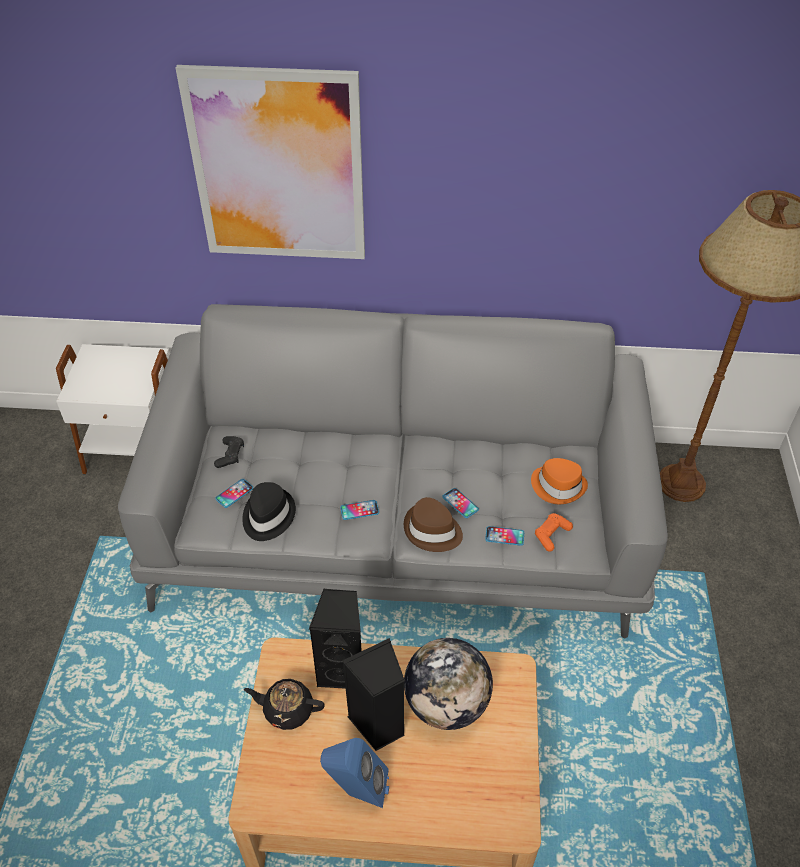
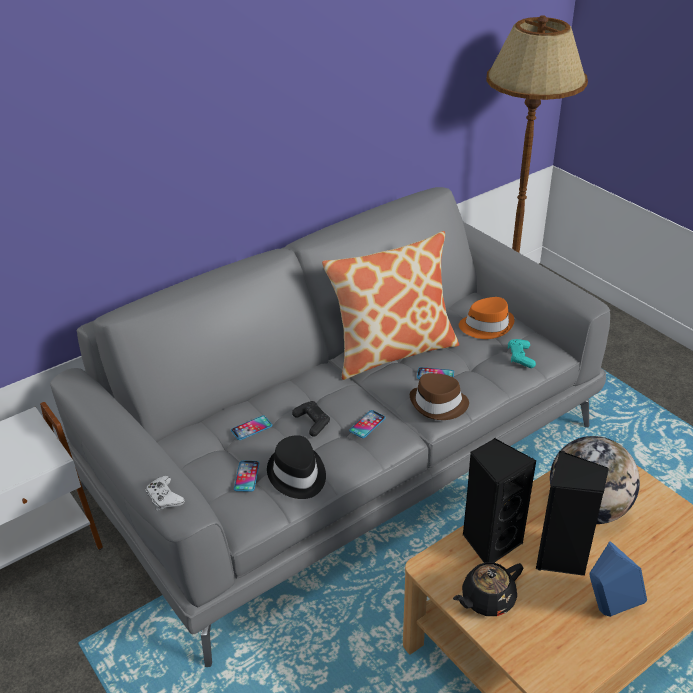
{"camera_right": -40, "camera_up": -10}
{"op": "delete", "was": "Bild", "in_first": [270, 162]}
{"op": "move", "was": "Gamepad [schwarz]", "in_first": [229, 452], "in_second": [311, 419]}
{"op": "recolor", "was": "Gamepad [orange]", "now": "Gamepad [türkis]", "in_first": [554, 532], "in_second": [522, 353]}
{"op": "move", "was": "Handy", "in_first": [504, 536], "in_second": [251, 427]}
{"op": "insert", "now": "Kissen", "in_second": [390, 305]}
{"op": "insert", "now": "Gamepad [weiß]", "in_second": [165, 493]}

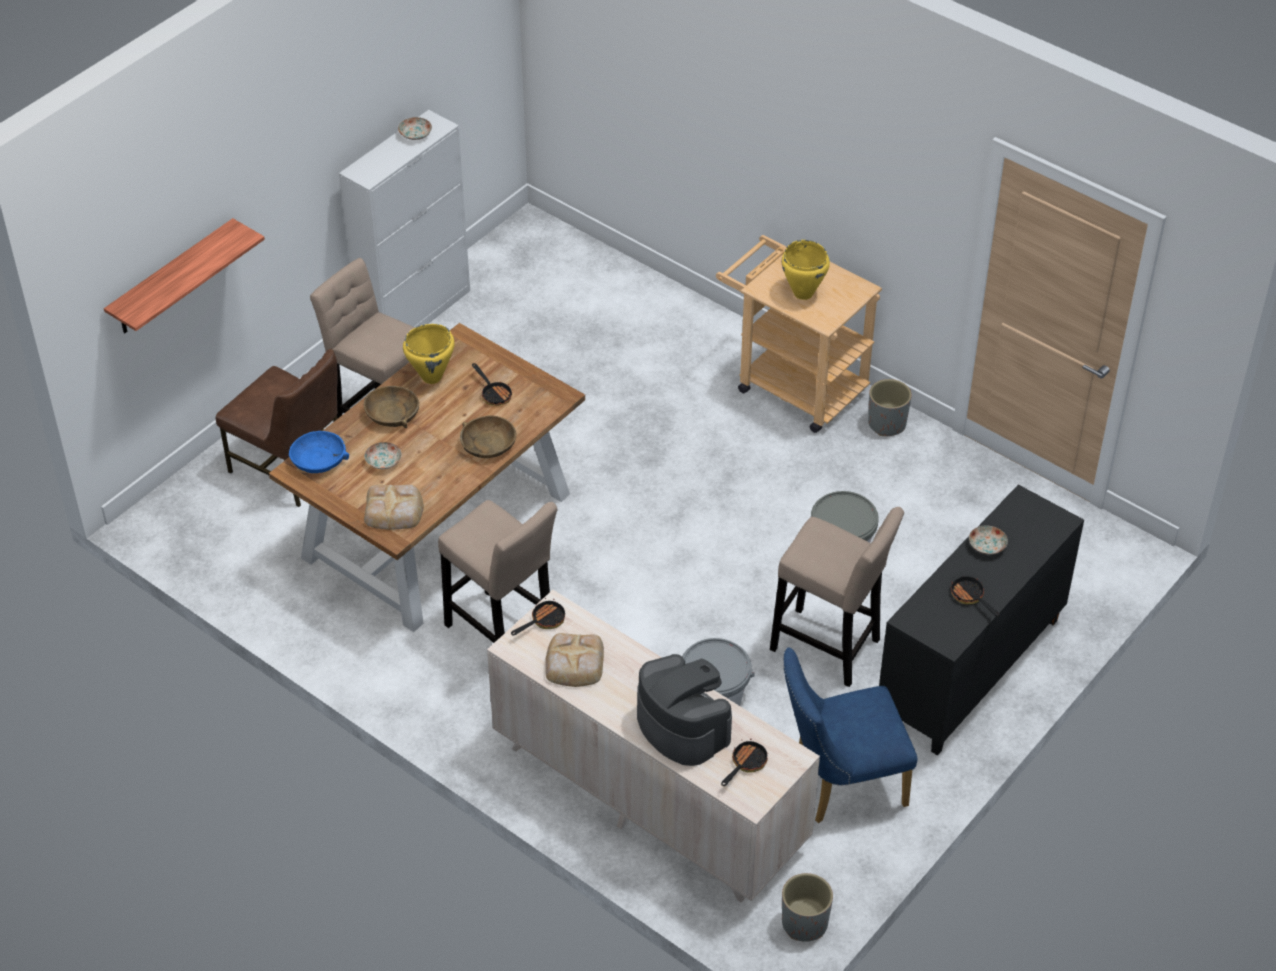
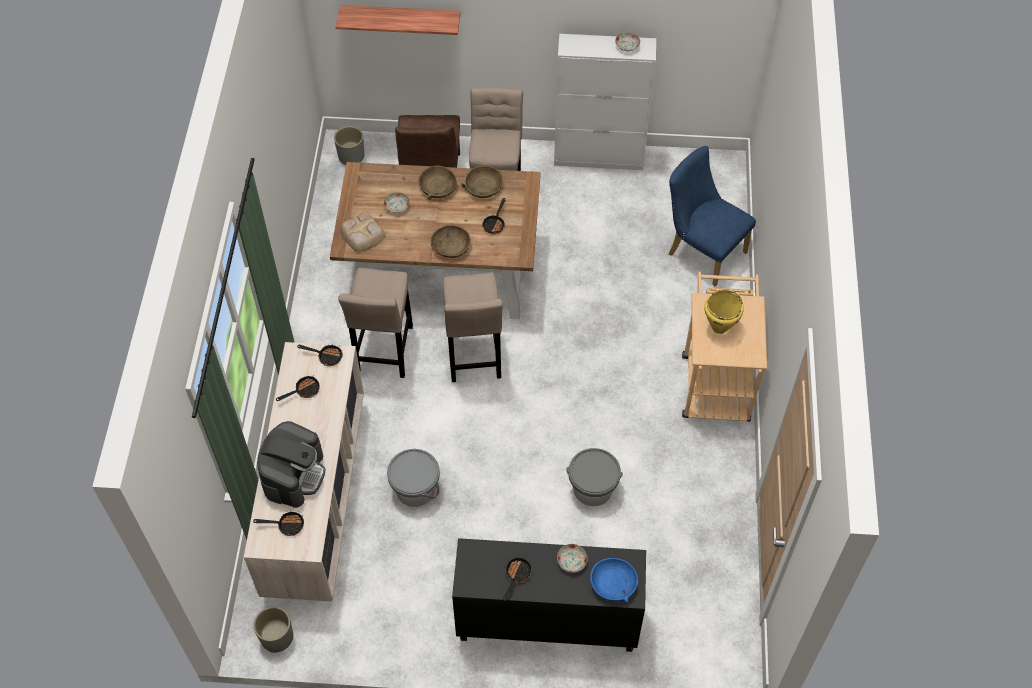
{"camera_right": 55, "camera_up": 10}
{"op": "replace", "was": "Kochtopf [gelb]", "now": "Schüssel [braun]", "in_first": [429, 354], "in_second": [482, 182]}
{"op": "move", "was": "Pflanzkübel [grau]", "in_first": [890, 407], "in_second": [349, 145]}
{"op": "move", "was": "Schüssel [blau]", "in_first": [319, 452], "in_second": [614, 581]}
{"op": "move", "was": "Hocker [beige]", "in_first": [837, 597], "in_second": [473, 327]}
{"op": "replace", "was": "Brot", "now": "Pfanne", "in_first": [574, 660], "in_second": [298, 387]}
{"op": "move", "was": "Stuhl [blau]", "in_first": [850, 735], "in_second": [712, 216]}

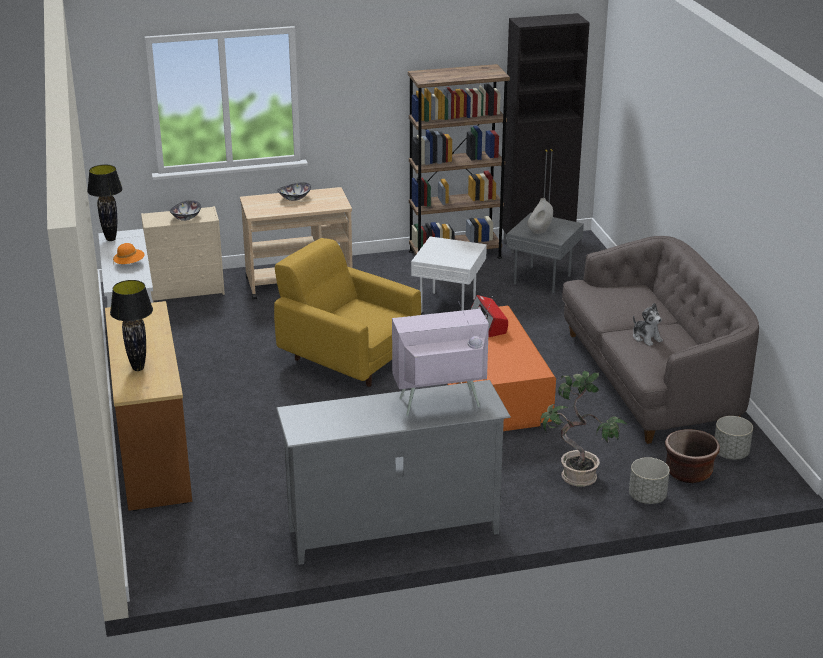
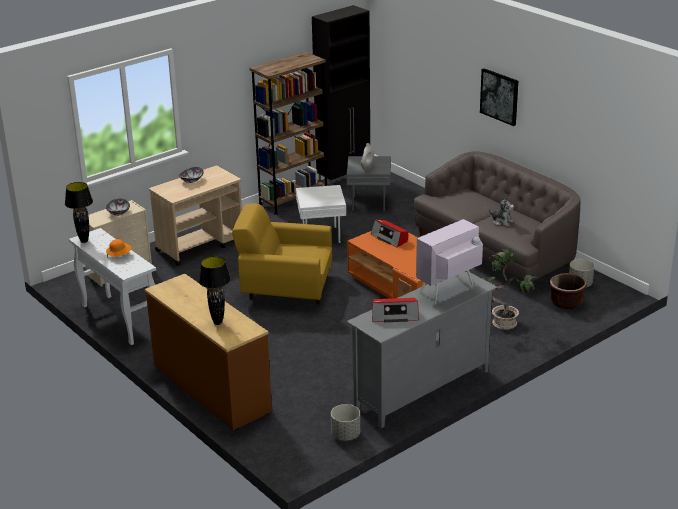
{"camera_right": -25, "camera_up": 0}
{"op": "move", "was": "Pflanzkübel [grau]", "in_first": [649, 480], "in_second": [345, 422]}
{"op": "insert", "now": "Bild", "in_second": [499, 97]}
{"op": "insert", "now": "Radio", "in_second": [395, 310]}

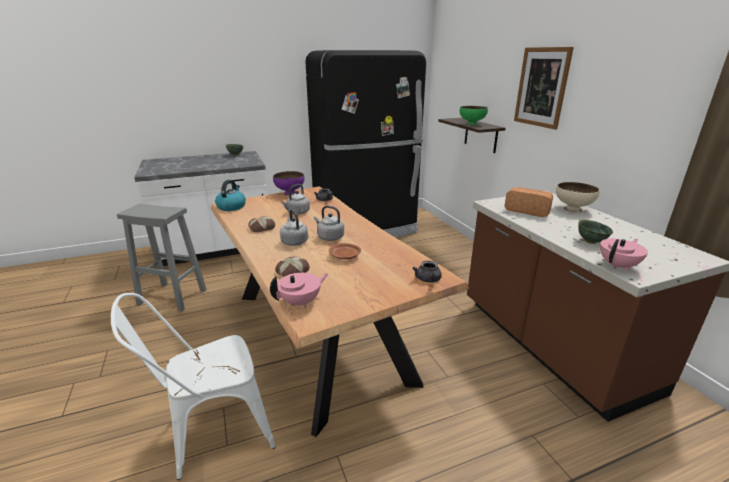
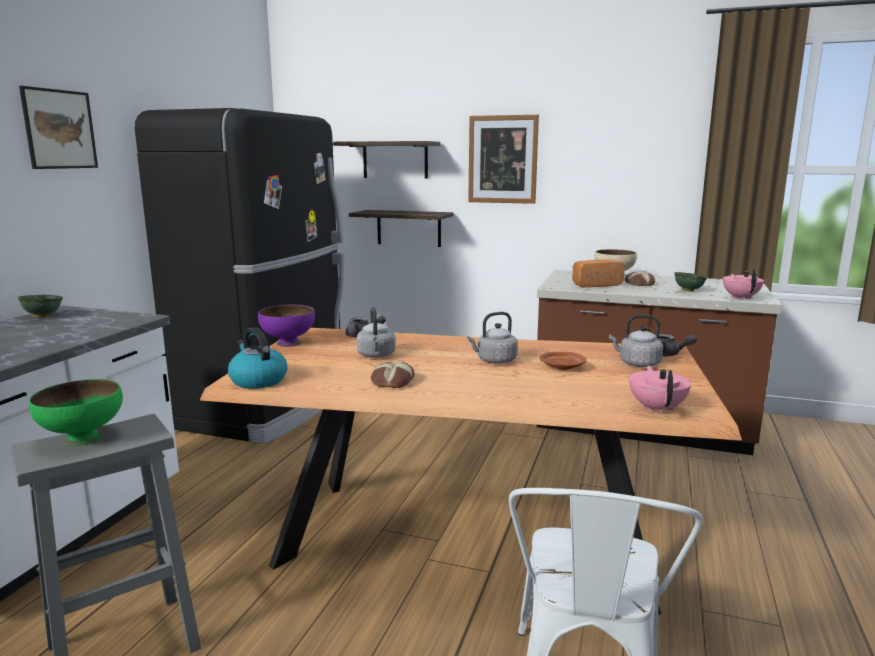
{"camera_right": -50, "camera_up": -10}
{"op": "move", "was": "Schüssel [grün]", "in_first": [473, 116], "in_second": [76, 412]}
{"op": "move", "was": "Wasserkessel [grau]", "in_first": [294, 227], "in_second": [636, 341]}
{"op": "move", "was": "Brot", "in_first": [292, 266], "in_second": [640, 278]}
{"op": "insert", "now": "Bild", "in_second": [58, 127]}
{"op": "insert", "now": "Wandregal", "in_second": [386, 160]}

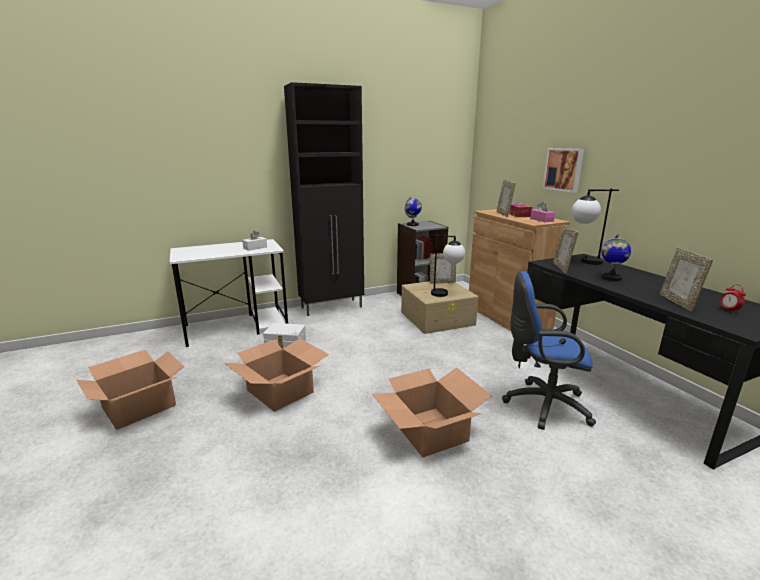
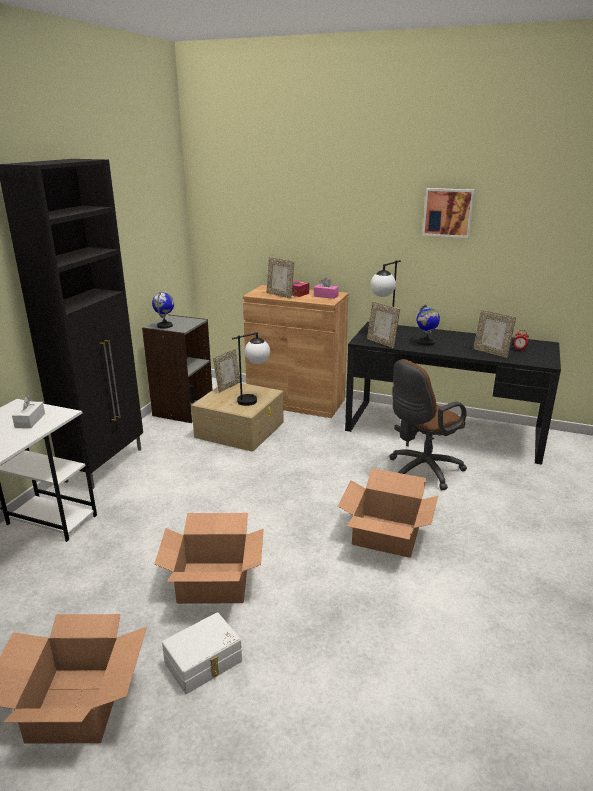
{"camera_right": -45, "camera_up": 5}
{"op": "move", "was": "Bild", "in_first": [563, 170], "in_second": [448, 213]}
{"op": "recolor", "was": "Bürostuhl [blau]", "now": "Bürostuhl [braun]", "in_first": [549, 350], "in_second": [428, 424]}
{"op": "move", "was": "Aufbewahrungsbox [weiß]", "in_first": [284, 336], "in_second": [202, 653]}

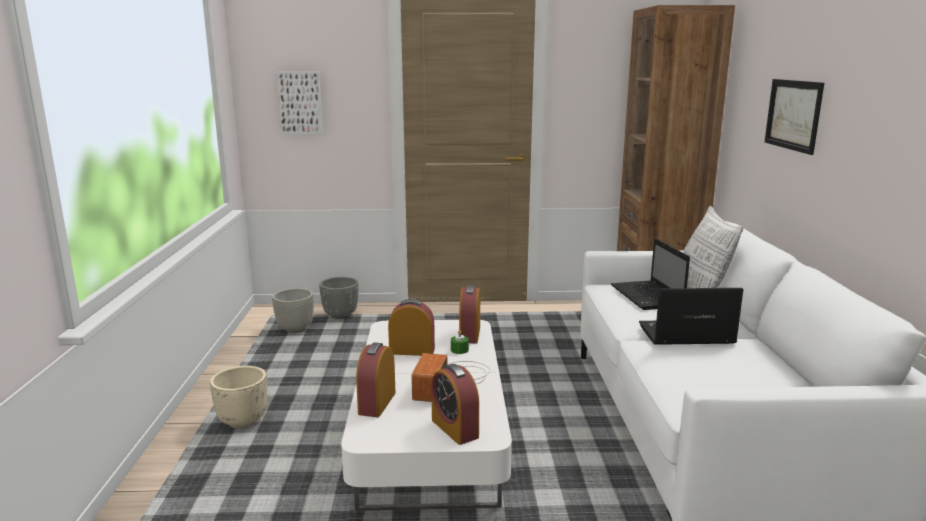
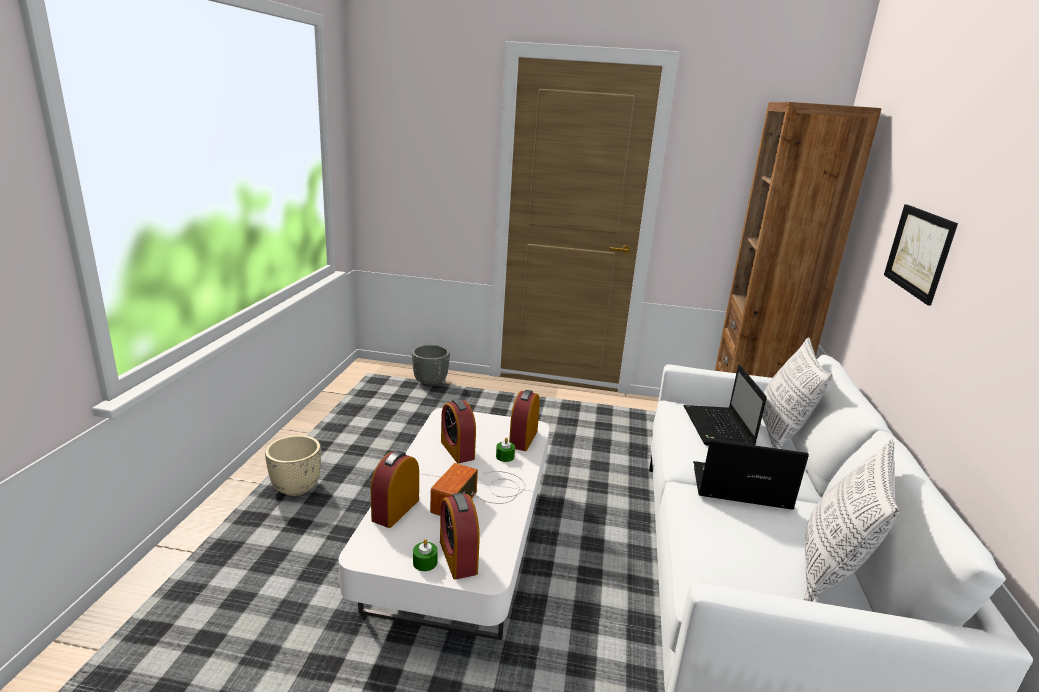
{"camera_right": 10, "camera_up": 5}
{"op": "delete", "was": "Bild", "in_first": [300, 103]}
{"op": "delete", "was": "Pflanzkübel [grau]", "in_first": [293, 310]}
{"op": "rotate", "was": "Wecker", "in_first": [411, 327], "in_second": [458, 431], "clockwise": -135}
{"op": "insert", "now": "Kissen", "in_second": [851, 520]}
{"op": "insert", "now": "Kerze [grün]", "in_second": [425, 555]}

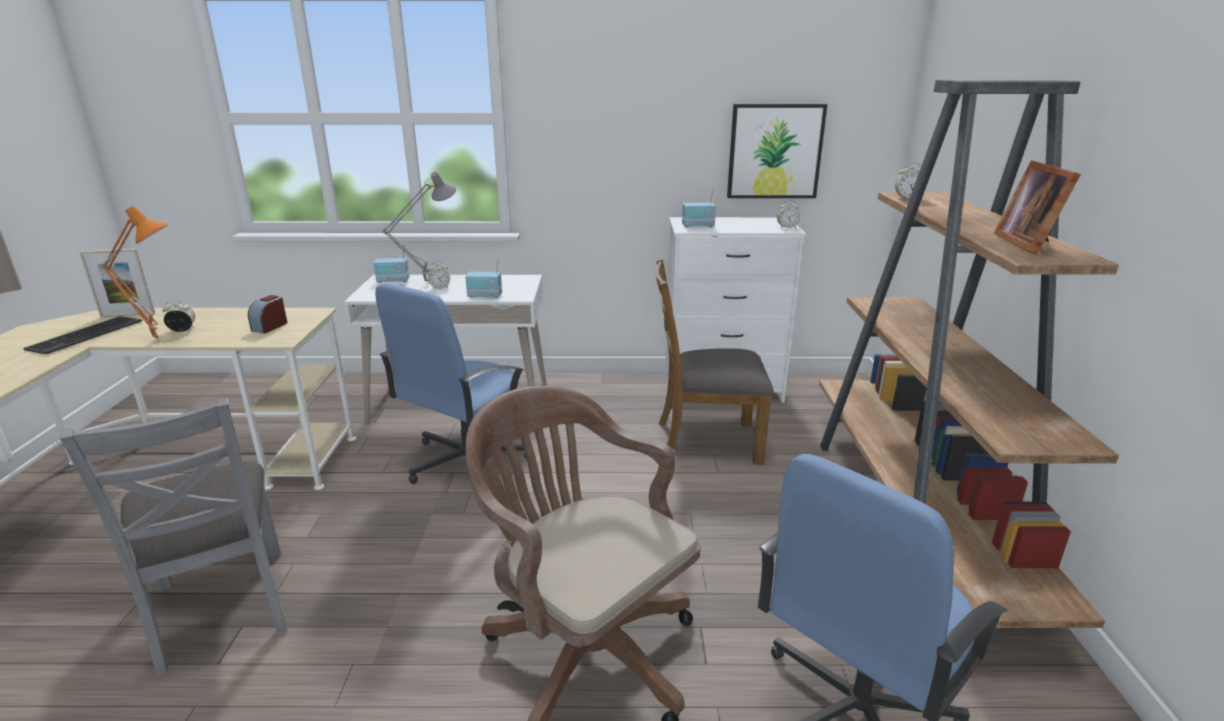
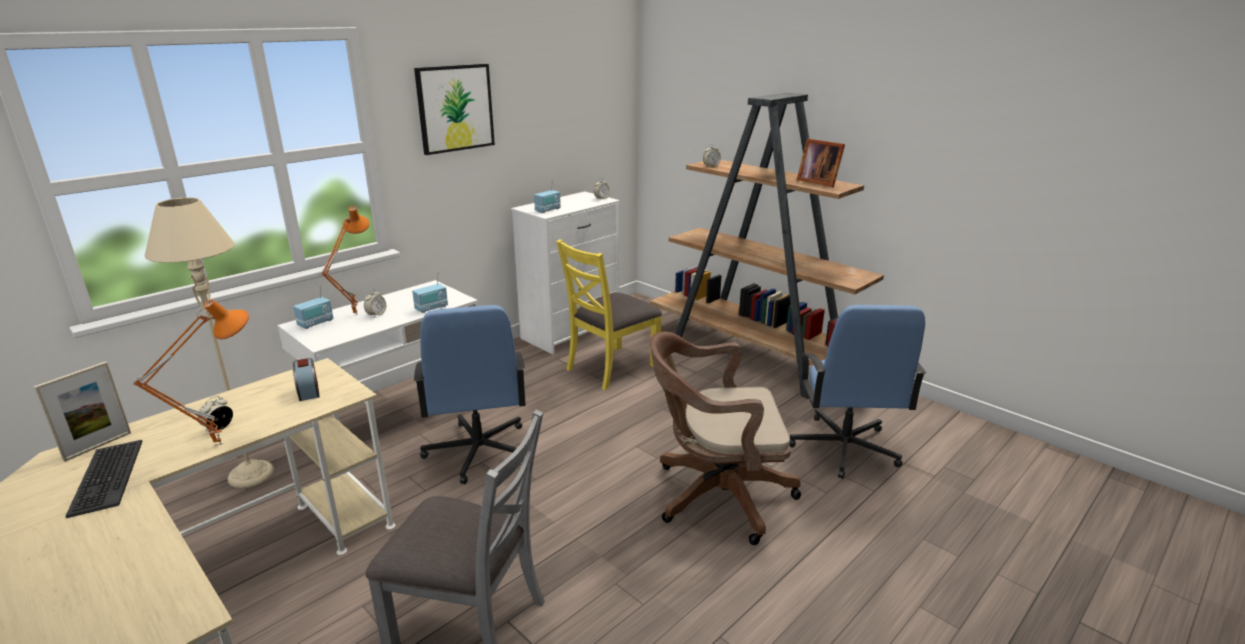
{"camera_right": -45, "camera_up": 0}
{"op": "move", "was": "Bild", "in_first": [777, 151], "in_second": [454, 109]}
{"op": "recolor", "was": "Tischlampe [grau]", "now": "Tischlampe [orange]", "in_first": [419, 228], "in_second": [345, 261]}
{"op": "recolor", "was": "Stuhl [braun]", "now": "Stuhl [gelb]", "in_first": [714, 361], "in_second": [609, 314]}
{"op": "insert", "now": "Stehlampe [beige]", "in_second": [209, 342]}

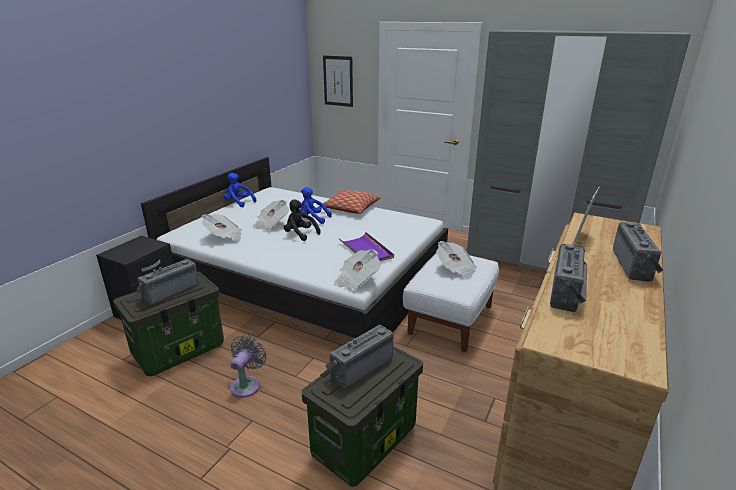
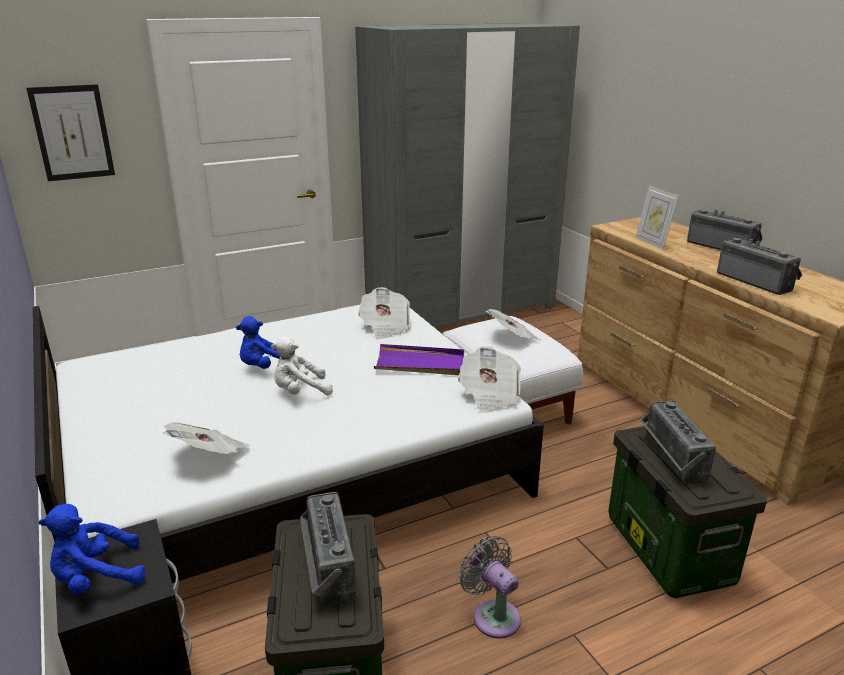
{"camera_right": -55, "camera_up": 0}
{"op": "move", "was": "Plüschtier [blau]", "in_first": [240, 190], "in_second": [92, 549]}
{"op": "delete", "was": "Kissen", "in_first": [351, 202]}
{"op": "recolor", "was": "Plüschtier [schwarz]", "now": "Plüschtier [weiß]", "in_first": [302, 220], "in_second": [302, 366]}
{"op": "move", "was": "Zeitung", "in_first": [270, 215], "in_second": [384, 313]}

